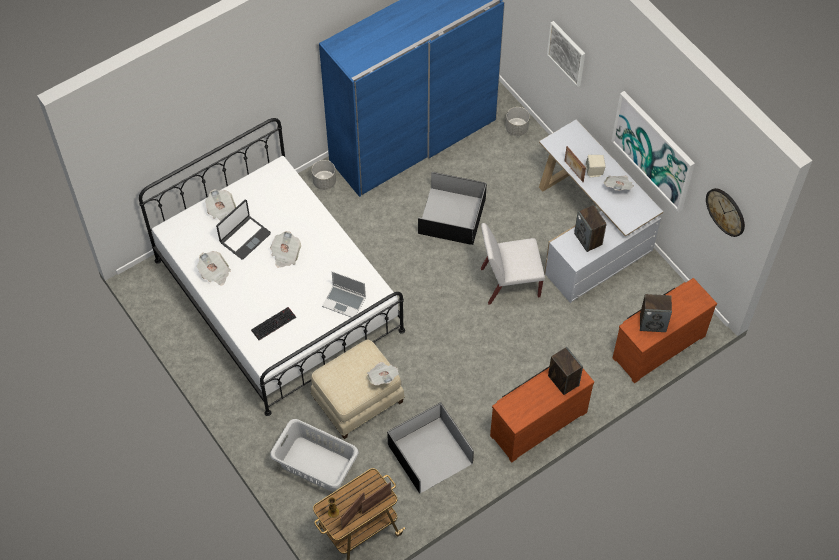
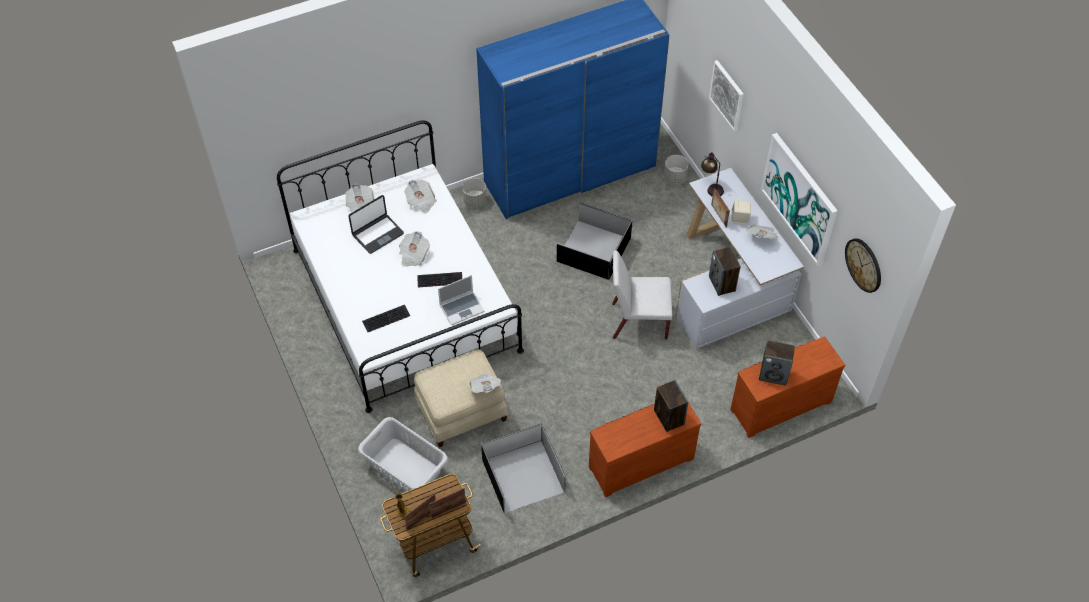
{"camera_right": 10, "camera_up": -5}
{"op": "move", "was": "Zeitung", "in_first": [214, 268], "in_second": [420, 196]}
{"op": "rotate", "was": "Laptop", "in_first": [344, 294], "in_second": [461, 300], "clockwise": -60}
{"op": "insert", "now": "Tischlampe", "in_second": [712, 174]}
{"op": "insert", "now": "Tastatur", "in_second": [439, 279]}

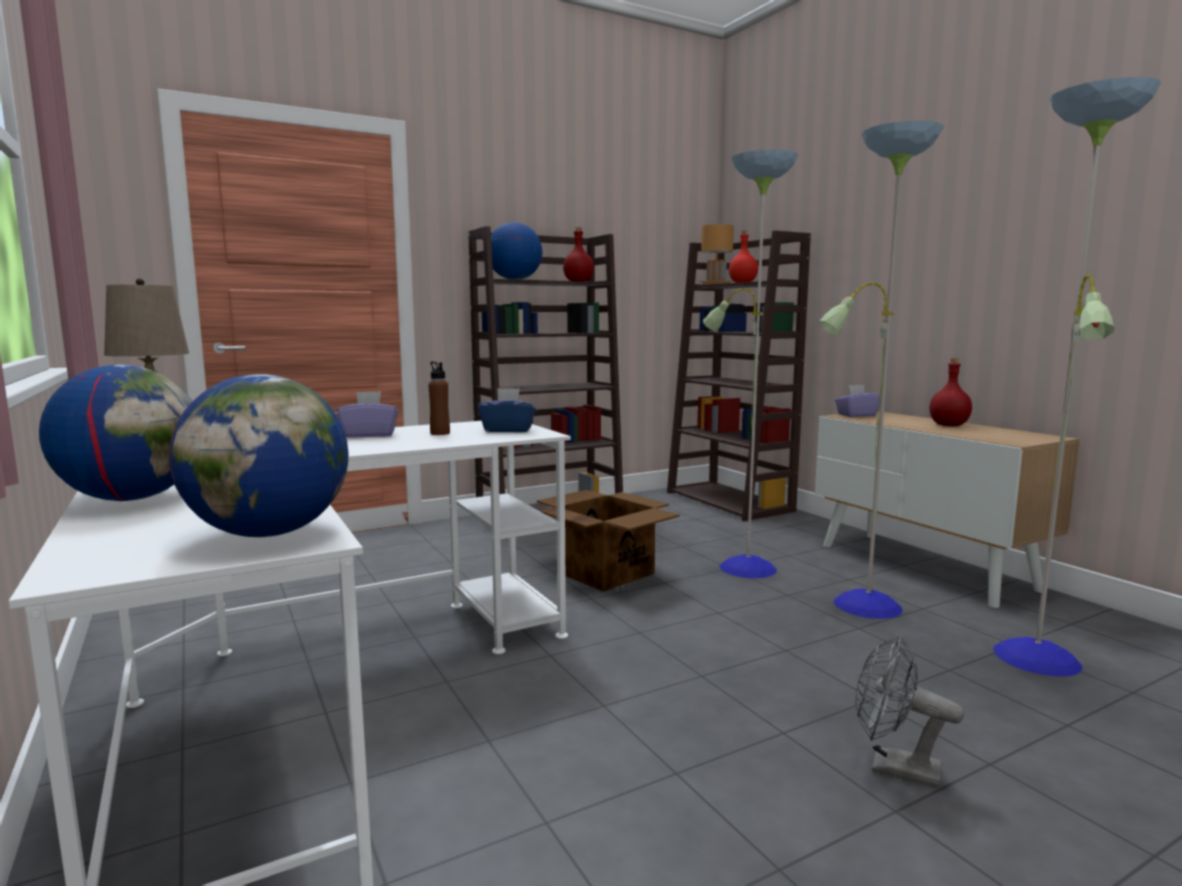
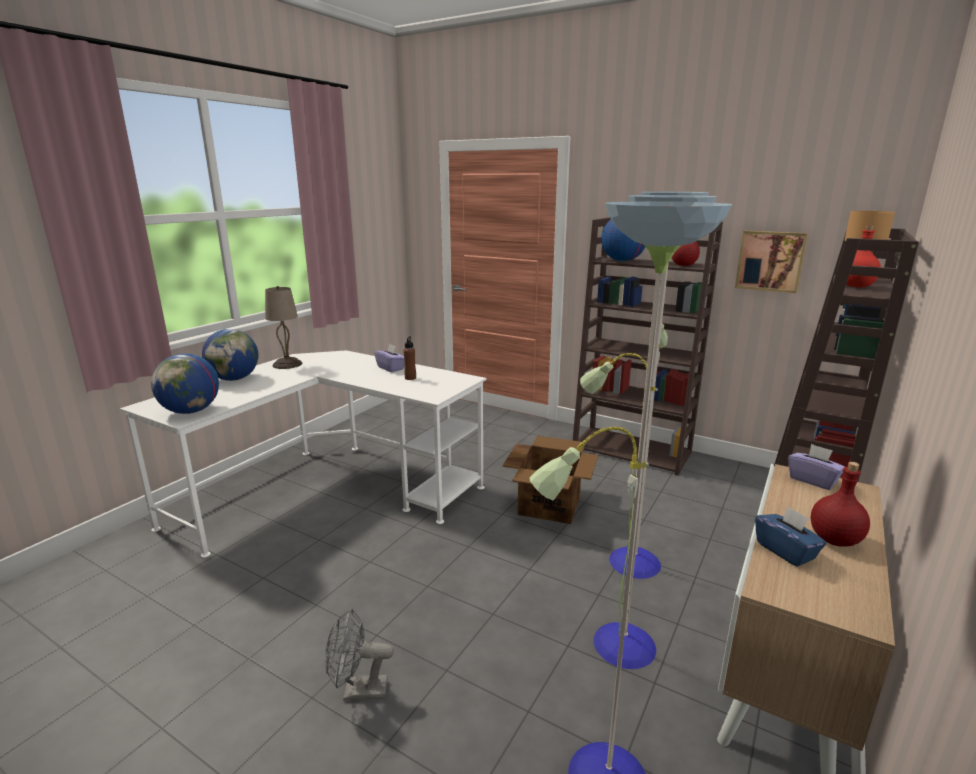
{"camera_right": 60, "camera_up": 10}
{"op": "move", "was": "Taschentuchbox [blau]", "in_first": [507, 410], "in_second": [790, 536]}
{"op": "rotate", "was": "Ventilator [grau]", "in_first": [909, 712], "in_second": [359, 654], "clockwise": -90}
{"op": "insert", "now": "Bild", "in_second": [771, 262]}

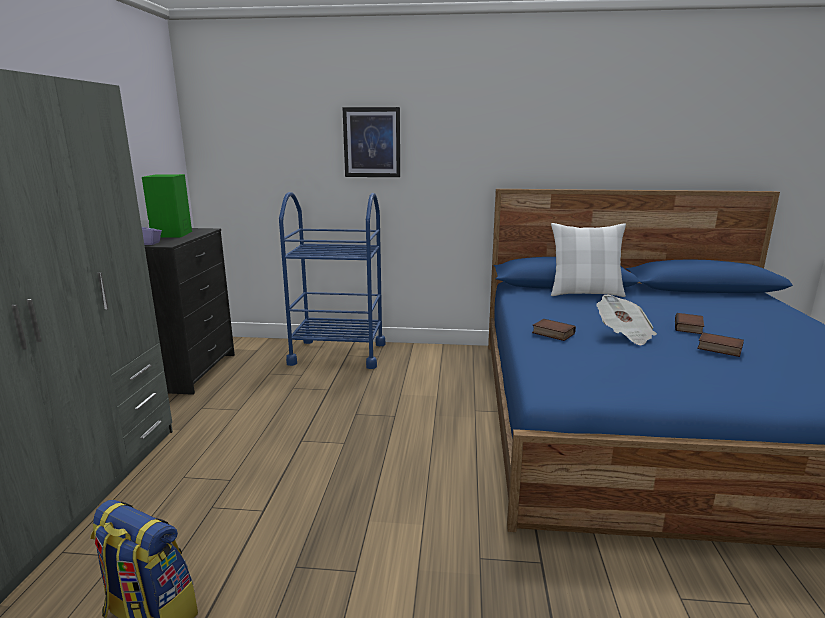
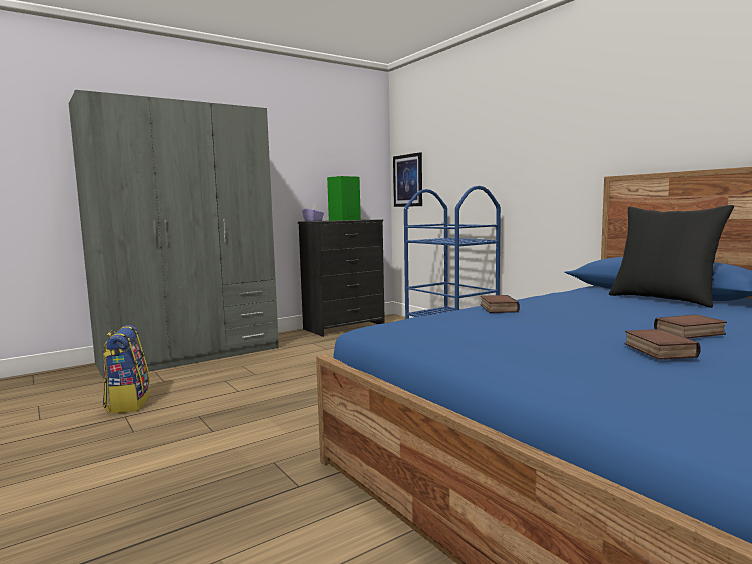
{"camera_right": 50, "camera_up": -10}
{"op": "move", "was": "Bild", "in_first": [371, 142], "in_second": [407, 179]}
{"op": "recolor", "was": "Kissen [weiß]", "now": "Kissen [schwarz]", "in_first": [588, 260], "in_second": [671, 256]}
{"op": "delete", "was": "Zeitung", "in_first": [626, 320]}

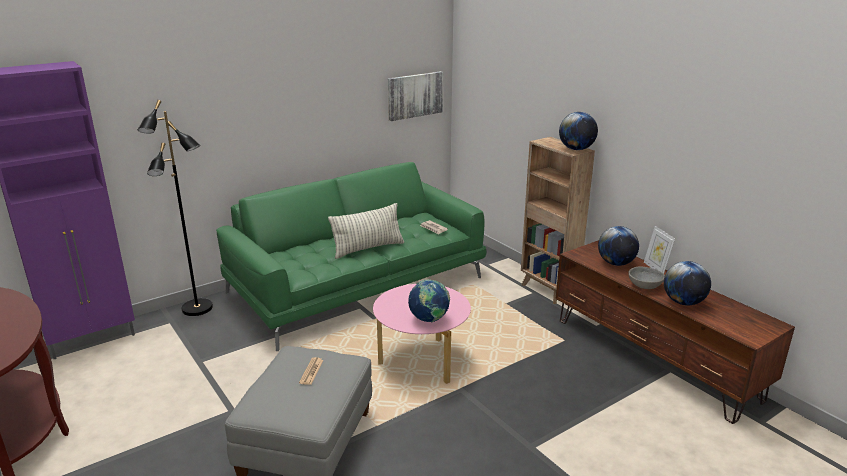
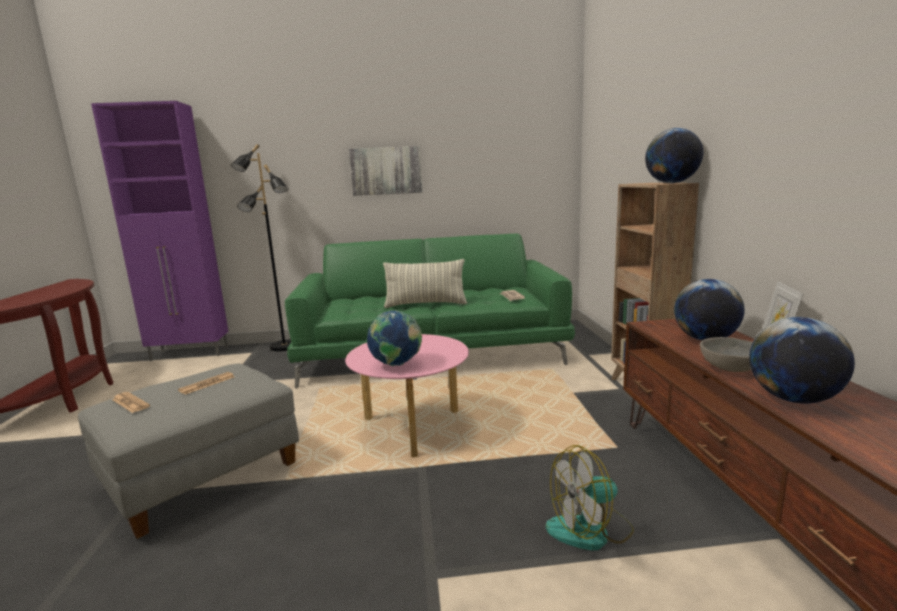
{"camera_right": 30, "camera_up": -10}
{"op": "move", "was": "Bild", "in_first": [415, 96], "in_second": [385, 171]}
{"op": "insert", "now": "Zeitung", "in_second": [131, 402]}
{"op": "insert", "now": "Ventilator", "in_second": [590, 498]}

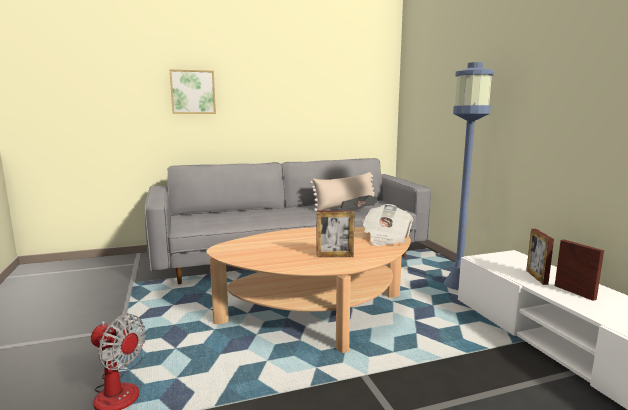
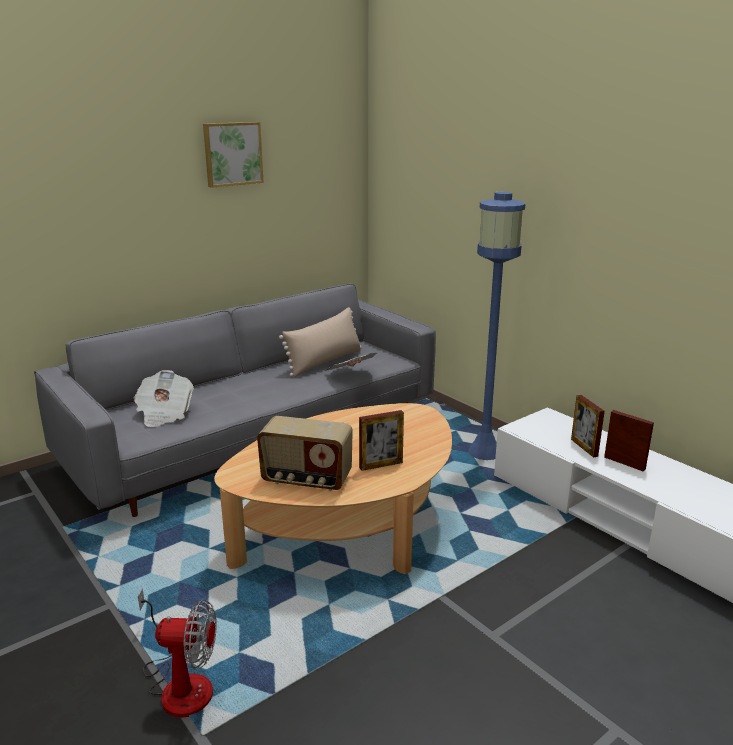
{"camera_right": -20, "camera_up": 10}
{"op": "move", "was": "Bild", "in_first": [193, 91], "in_second": [233, 155]}
{"op": "move", "was": "Zeitung", "in_first": [387, 225], "in_second": [164, 398]}
{"op": "insert", "now": "Radio", "in_second": [305, 453]}

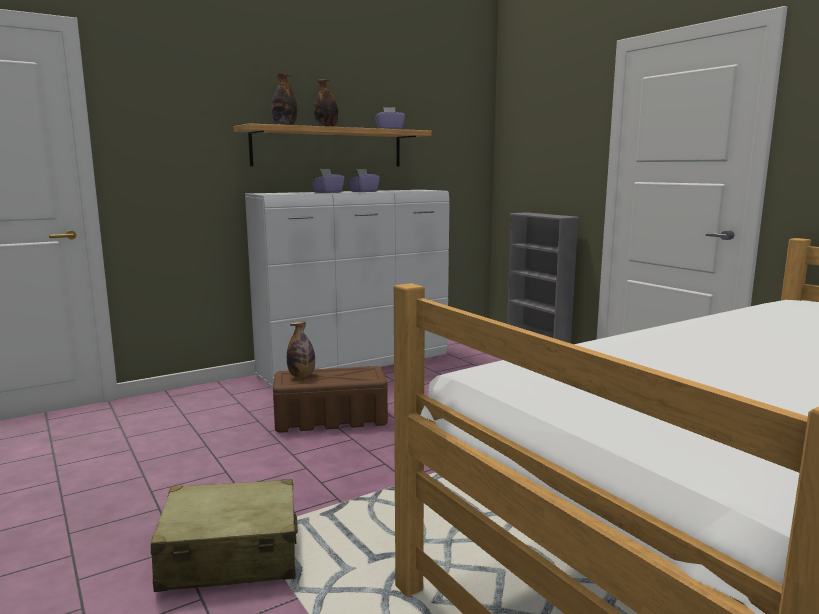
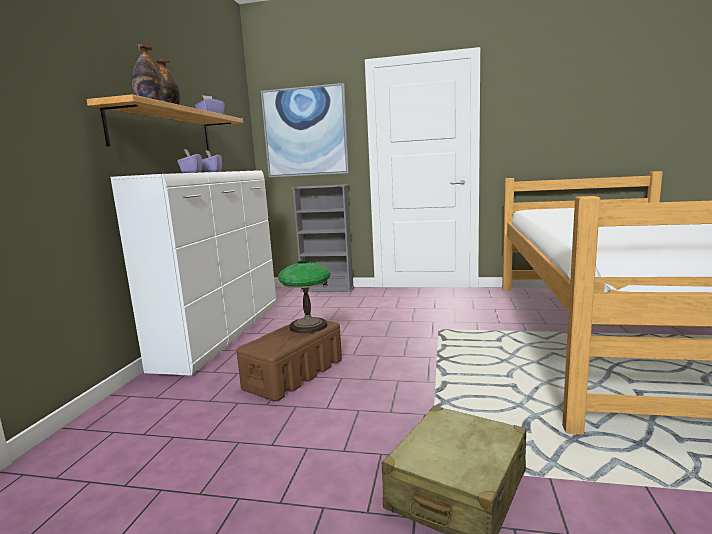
{"camera_right": -45, "camera_up": 0}
{"op": "delete", "was": "Flasche", "in_first": [301, 349]}
{"op": "insert", "now": "Bild", "in_second": [305, 130]}
{"op": "insert", "now": "Tischlampe", "in_second": [304, 297]}

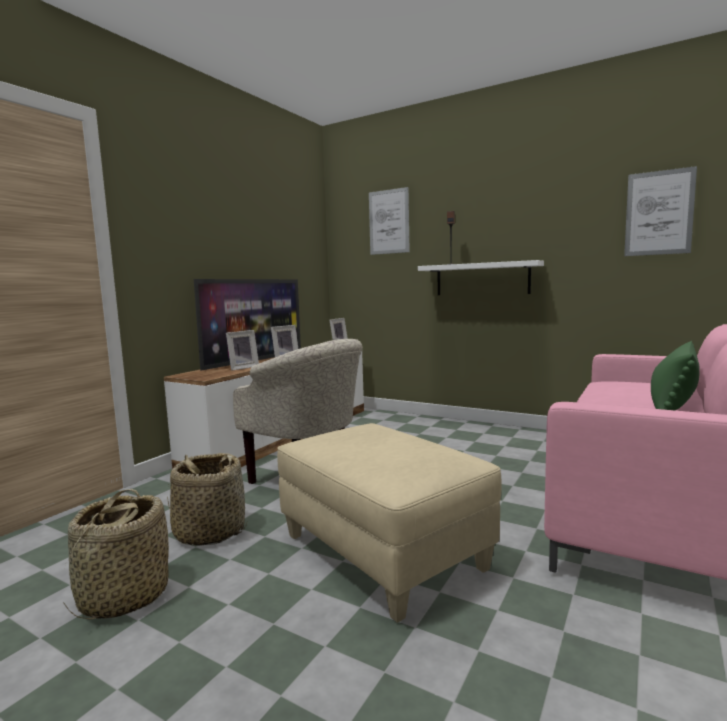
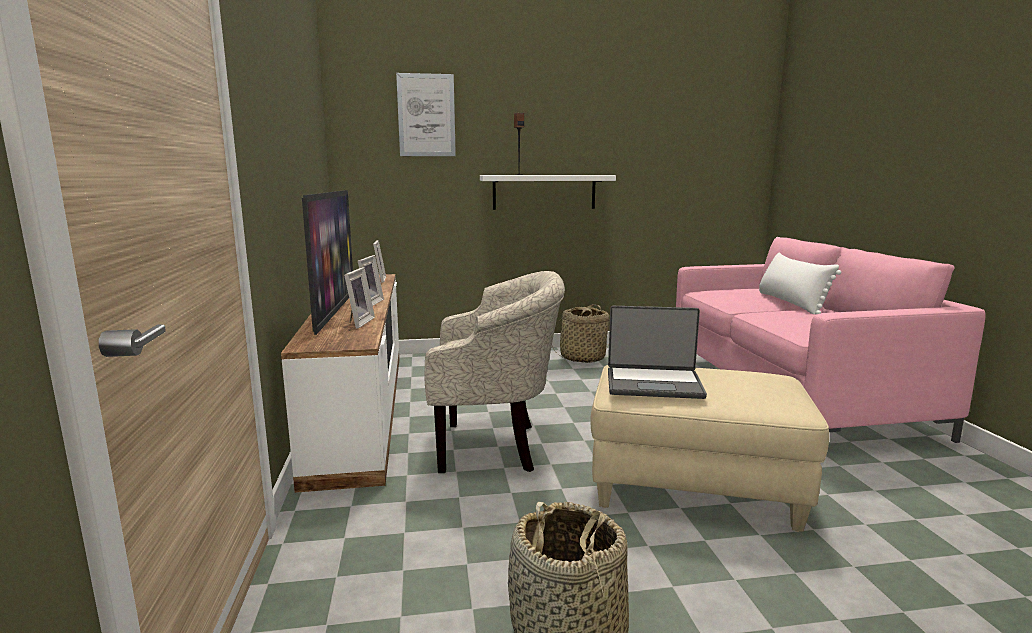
{"camera_right": -40, "camera_up": 5}
{"op": "delete", "was": "Bild", "in_first": [660, 211]}
{"op": "recolor", "was": "Kissen [grün]", "now": "Kissen [weiß]", "in_first": [675, 375], "in_second": [800, 283]}
{"op": "move", "was": "Korb", "in_first": [207, 499], "in_second": [580, 333]}
{"op": "insert", "now": "Laptop", "in_second": [657, 352]}

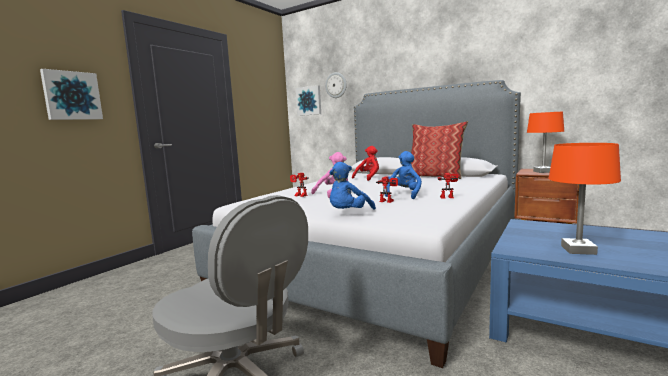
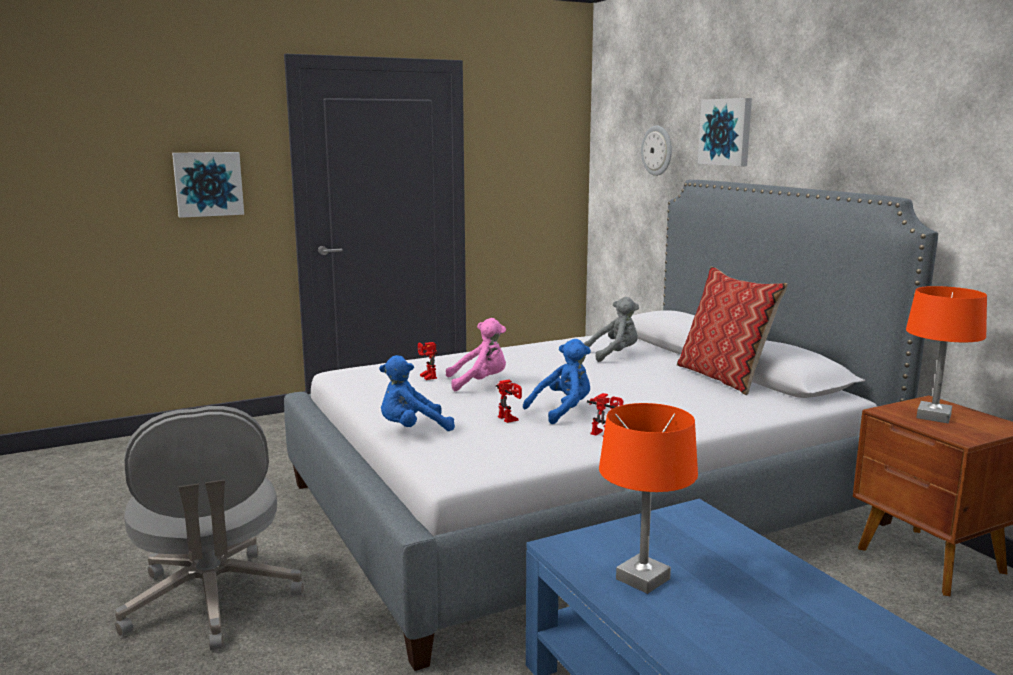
{"camera_right": 30, "camera_up": 5}
{"op": "move", "was": "Bild", "in_first": [308, 100], "in_second": [725, 132]}
{"op": "recolor", "was": "Plüschtier [rot]", "now": "Plüschtier [grau]", "in_first": [365, 163], "in_second": [611, 329]}

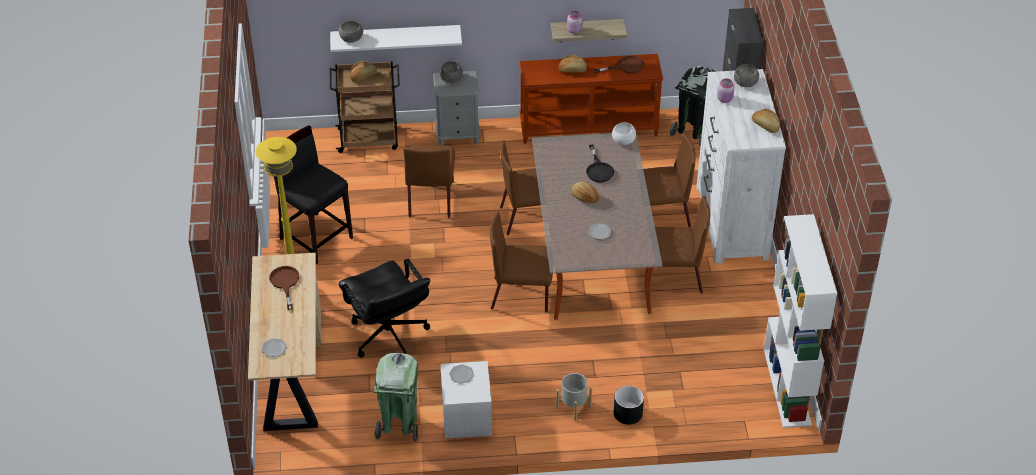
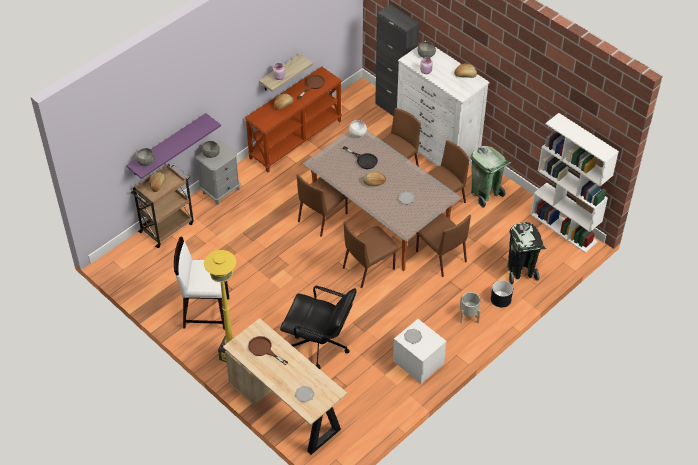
{"camera_right": -40, "camera_up": 5}
{"op": "recolor", "was": "Wandregal [weiß]", "now": "Wandregal [lila]", "in_first": [396, 38], "in_second": [173, 146]}
{"op": "move", "was": "Mülleimer [schwarz]", "in_first": [693, 106], "in_second": [526, 253]}
{"op": "recolor", "was": "Hocker [schwarz]", "now": "Hocker [weiß]", "in_first": [313, 195], "in_second": [201, 283]}
{"op": "move", "was": "Stuhl [braun]", "in_first": [429, 181], "in_second": [443, 245]}
{"op": "move", "was": "Mülleimer [grün]", "in_first": [396, 397], "in_second": [491, 177]}

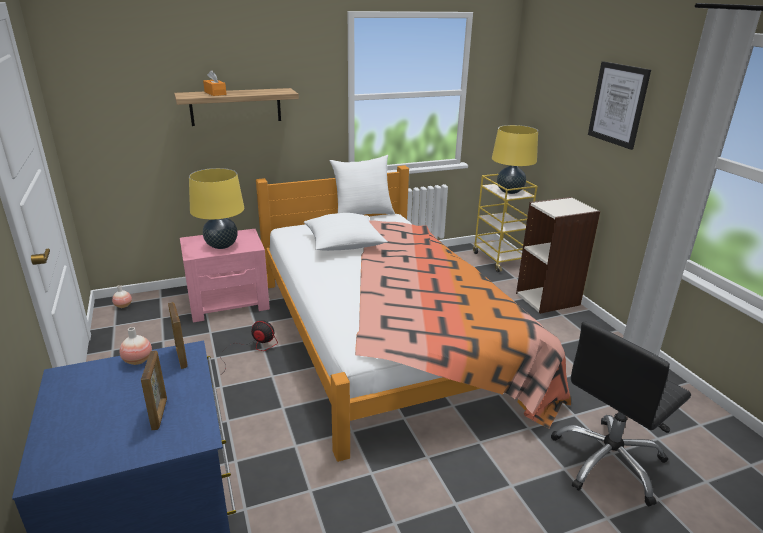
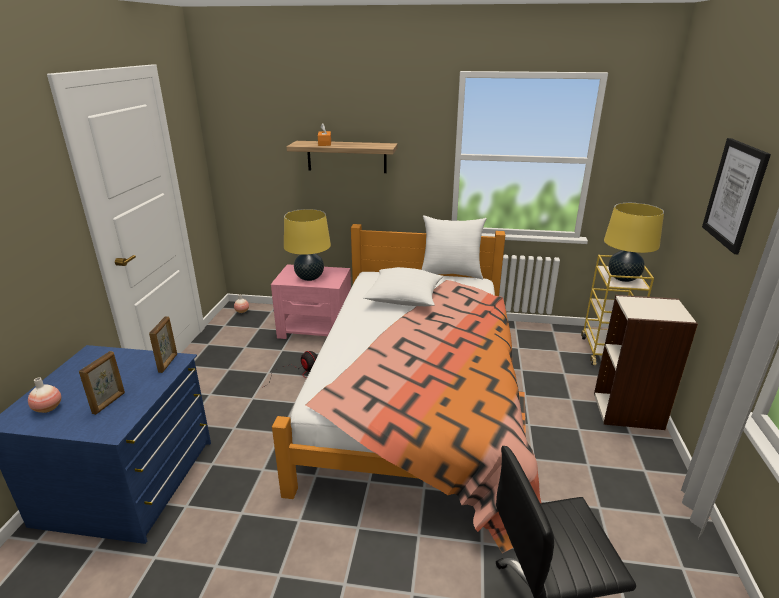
{"camera_right": 30, "camera_up": 0}
{"op": "move", "was": "Vase", "in_first": [136, 346], "in_second": [44, 395]}

